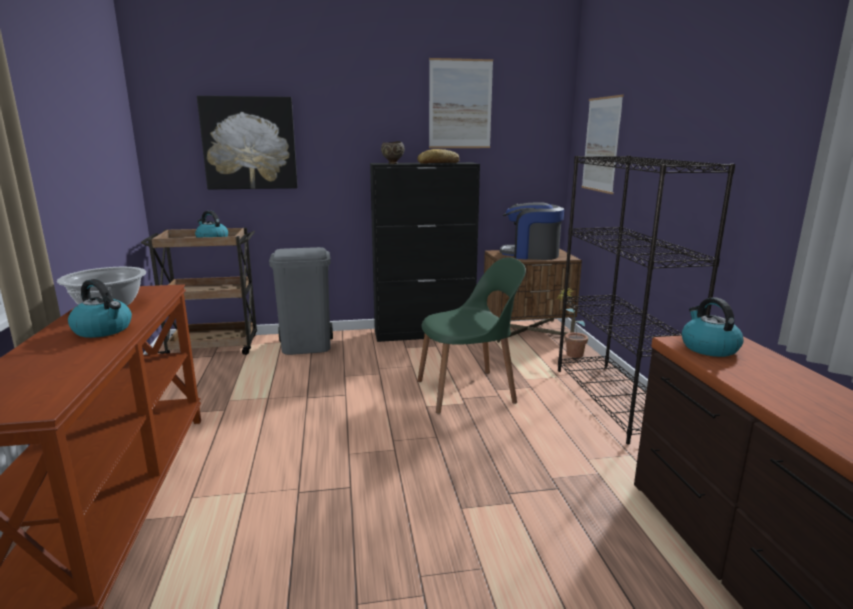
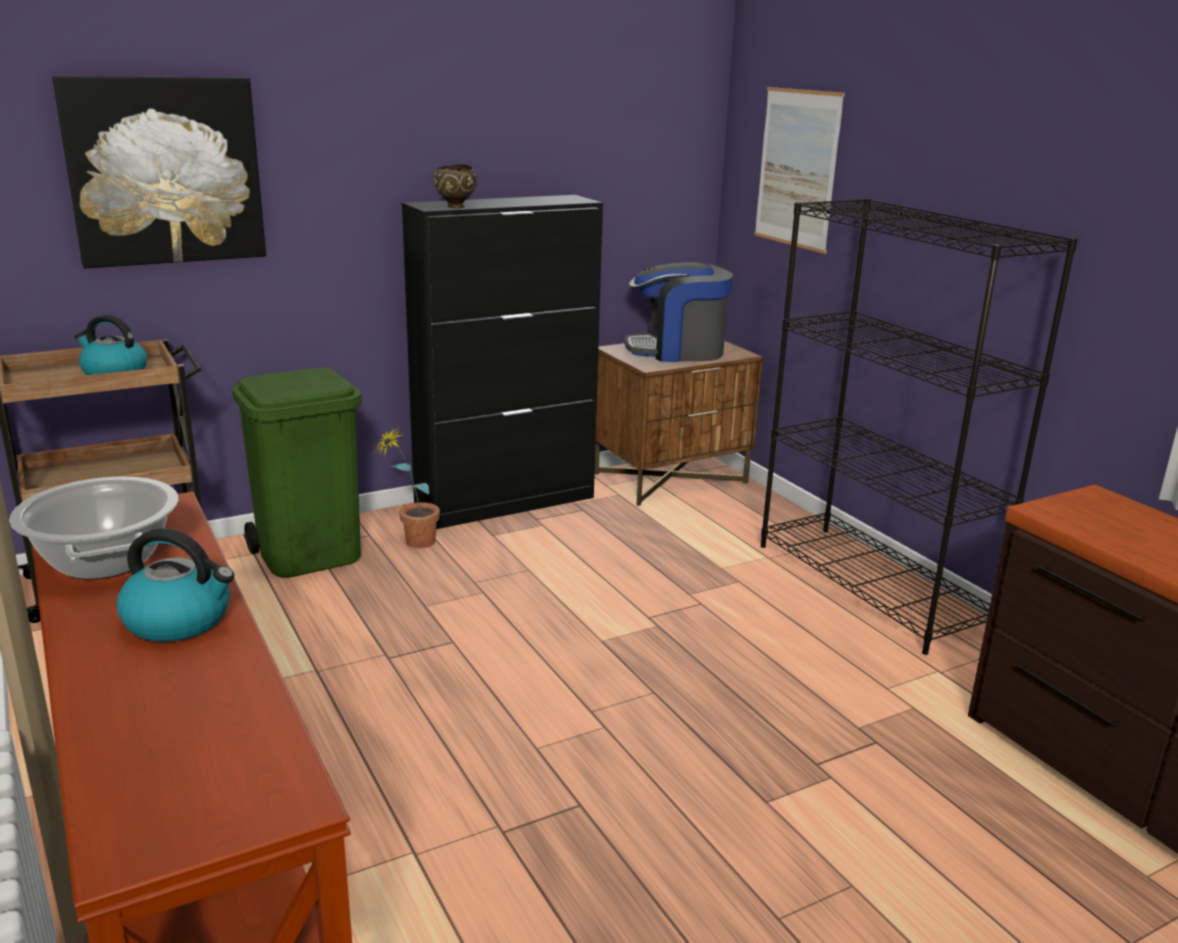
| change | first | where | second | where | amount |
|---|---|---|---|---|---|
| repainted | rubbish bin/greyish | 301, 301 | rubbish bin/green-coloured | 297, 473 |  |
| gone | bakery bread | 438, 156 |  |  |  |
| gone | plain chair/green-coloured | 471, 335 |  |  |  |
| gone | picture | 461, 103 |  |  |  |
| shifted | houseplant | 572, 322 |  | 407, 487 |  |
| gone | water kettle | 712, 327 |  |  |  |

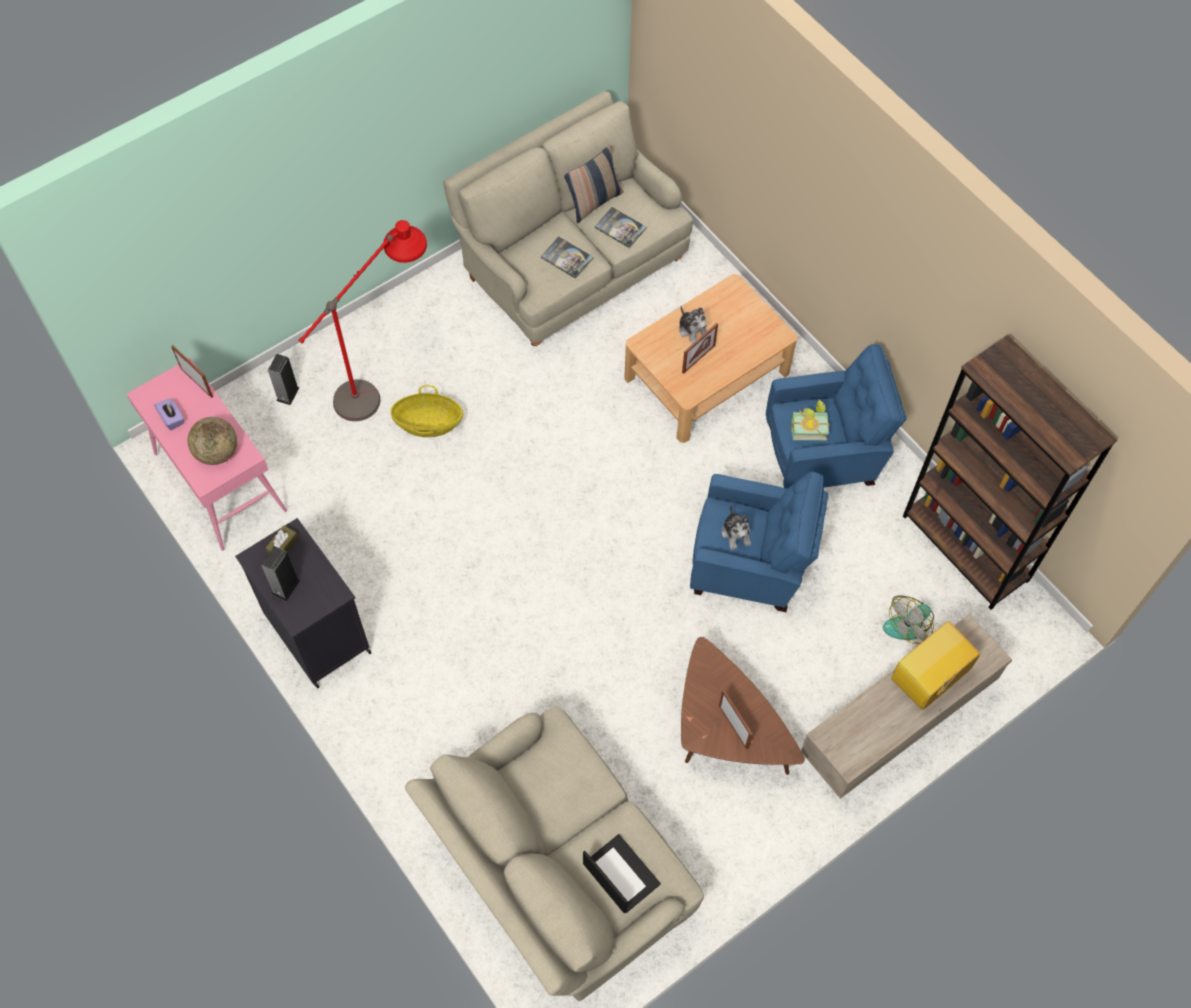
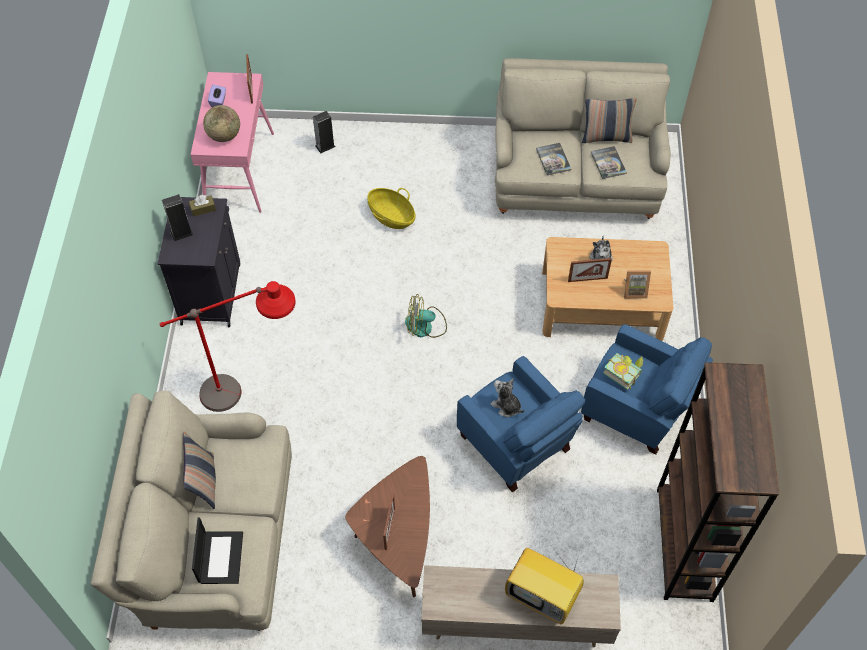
| change | first | where | second | where | amount |
|---|---|---|---|---|---|
| shifted | floor lamp/reddish | 362, 320 |  | 228, 346 |  |
| rotated | soft toy | 736, 527 |  | 507, 398 | 105 degrees clockwise |
| shifted | fan | 908, 620 |  | 426, 316 |  |
| rotated | TV | 935, 665 |  | 544, 583 | 150 degrees counterclockwise |
| new |  |  | pillow | 199, 470 |  |
| new |  |  | standing frame | 637, 285 |  |

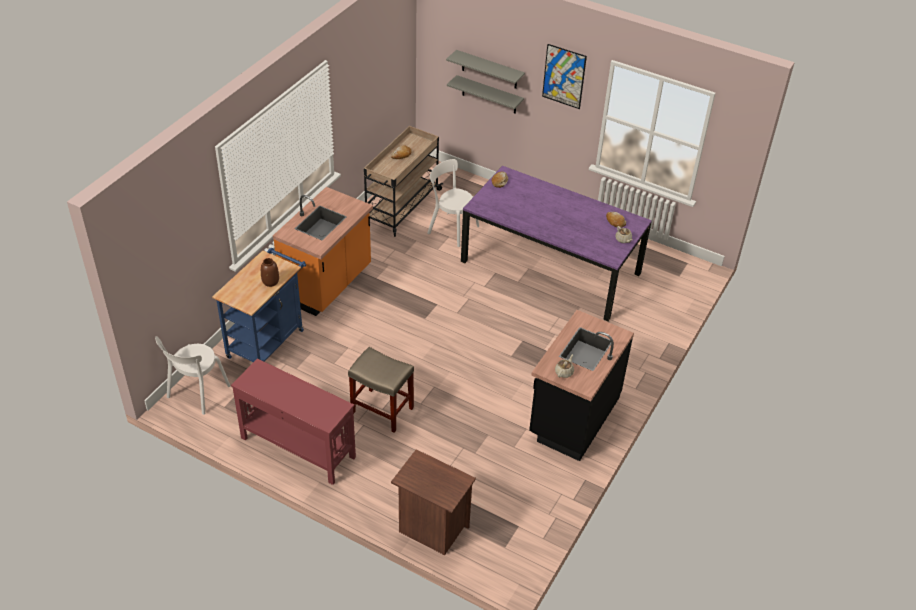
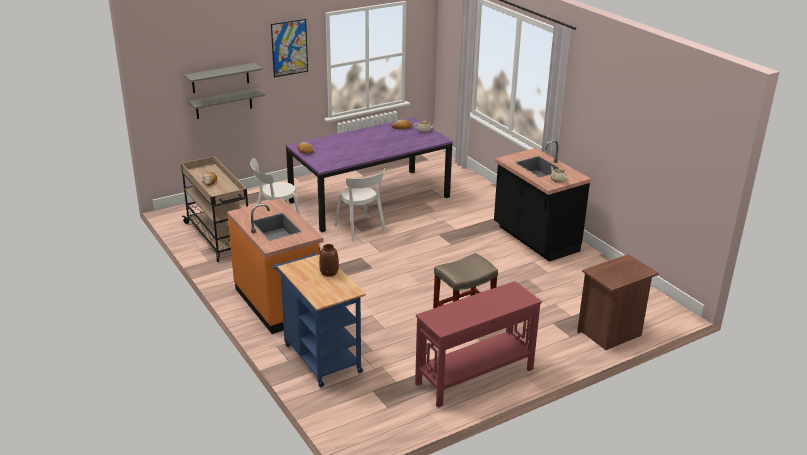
| change | first | where | second | where | amount |
|---|---|---|---|---|---|
| shifted | plain chair/white | 192, 375 |  | 360, 204 |  |

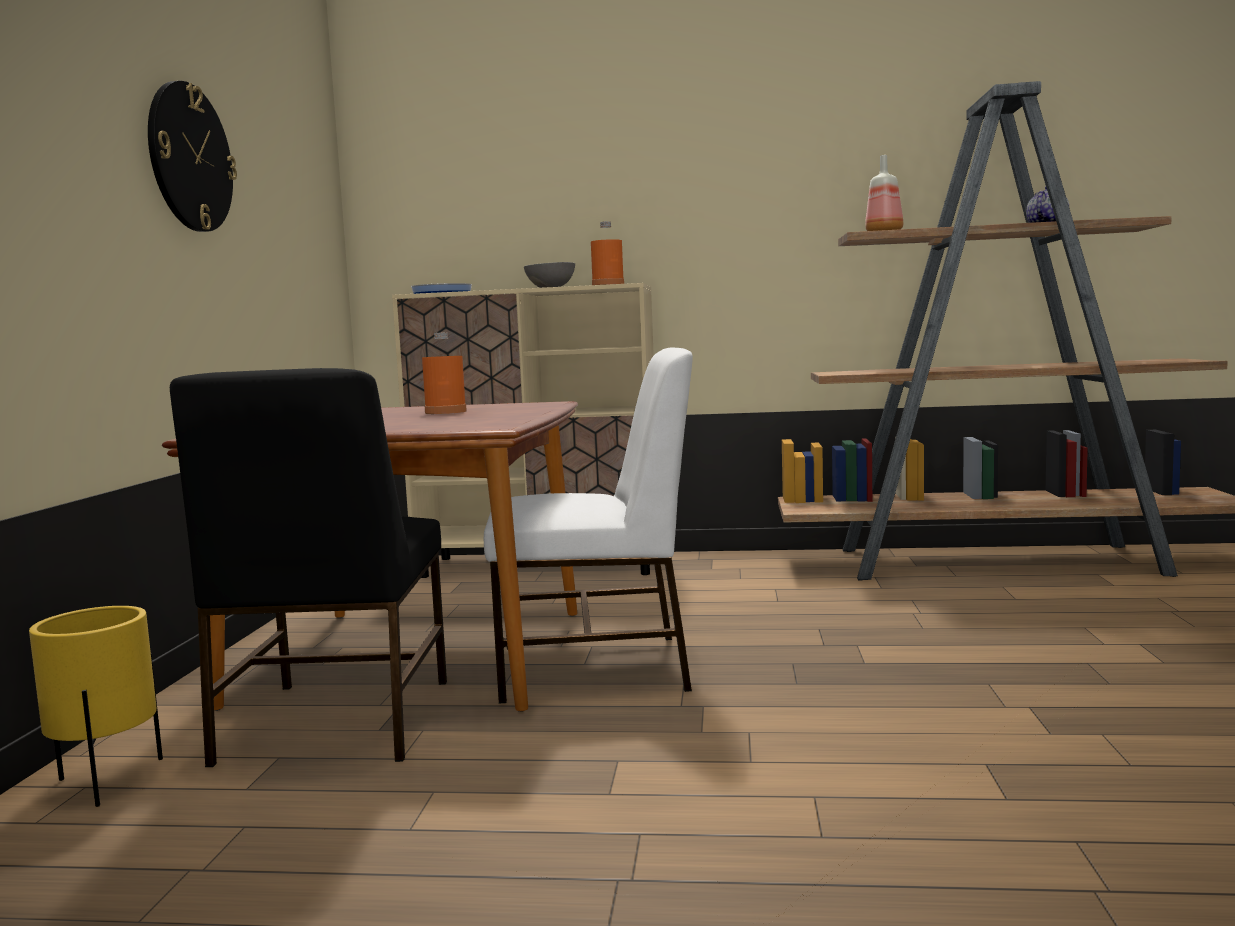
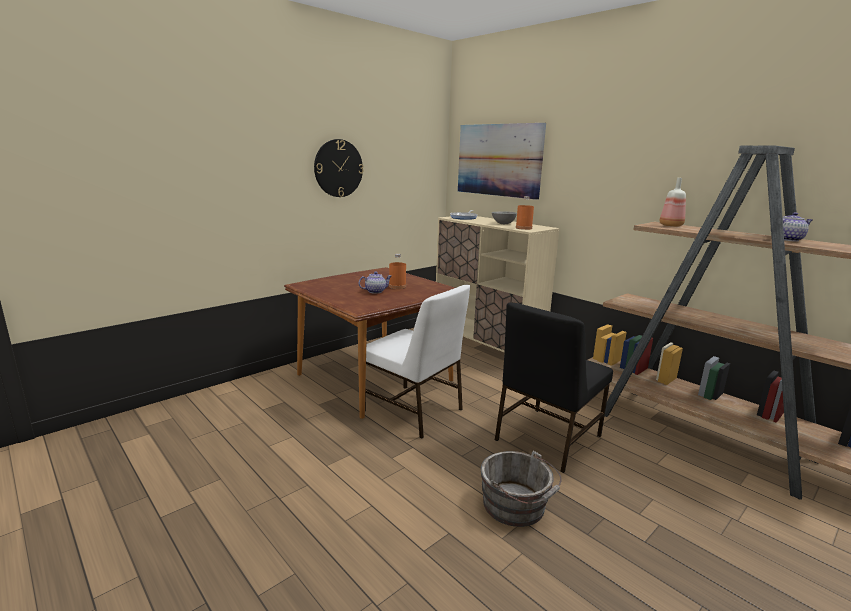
| change | first | where | second | where | amount |
|---|---|---|---|---|---|
| gone | plant pot/yellow | 96, 706 |  |  |  |
| shifted | plain chair/blackish | 308, 567 |  | 554, 387 |  |
| new |  |  | tea pot | 375, 282 |  |
| new |  |  | picture | 502, 161 |  |
| new |  |  | water bucket/greyish | 521, 489 |  |

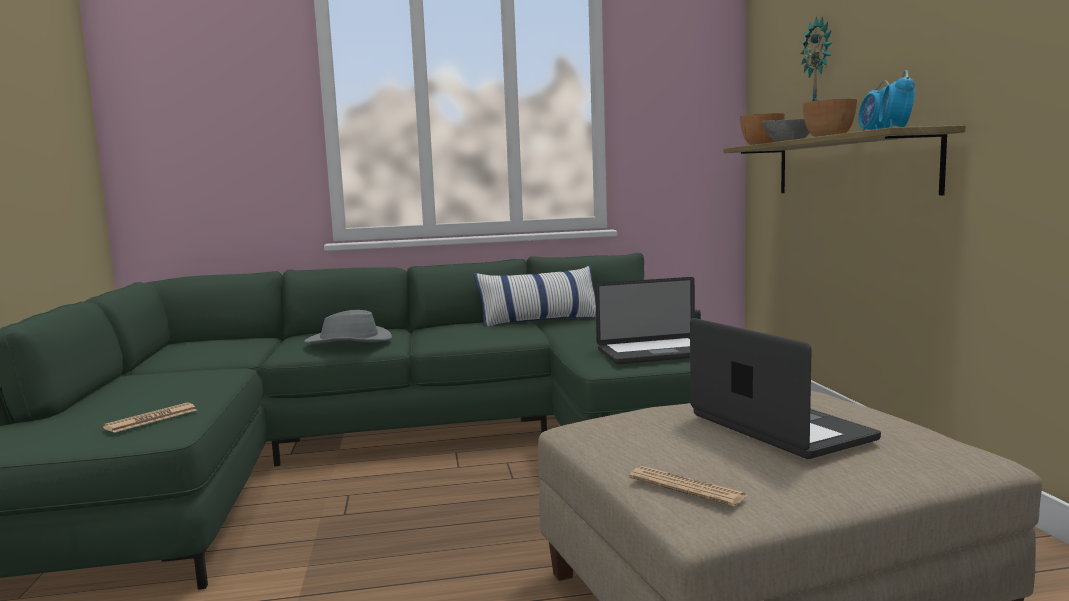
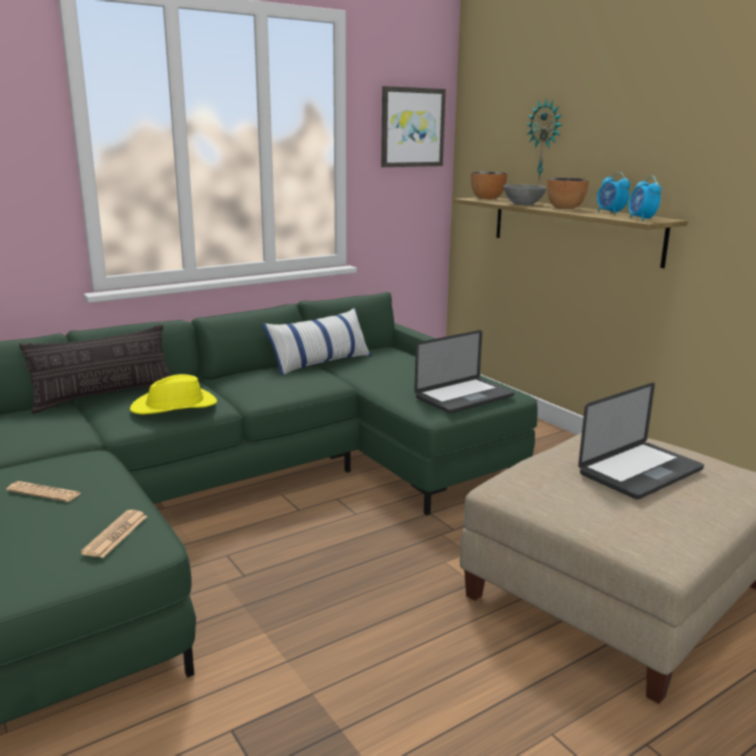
| change | first | where | second | where | amount |
|---|---|---|---|---|---|
| repainted | clothing hat/greyish | 348, 327 | clothing hat/yellow | 173, 394 |  |
| shifted | daily paper | 688, 486 |  | 43, 491 |  |
| rotated | portable computer | 785, 388 |  | 641, 441 | 105 degrees clockwise |
| new |  |  | pillow | 95, 369 |  |
| new |  |  | picture | 413, 126 |  |

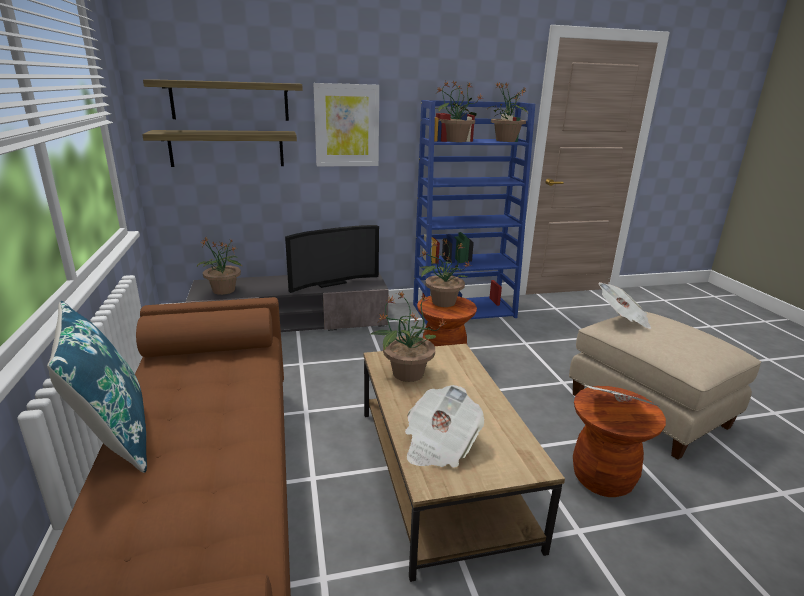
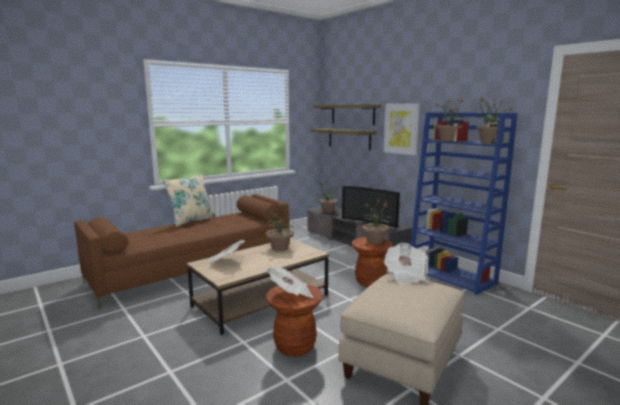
| change | first | where | second | where | amount |
|---|---|---|---|---|---|
| repainted | pillow/blue-coloured | 97, 387 | pillow/beige-coloured | 189, 200 |  |

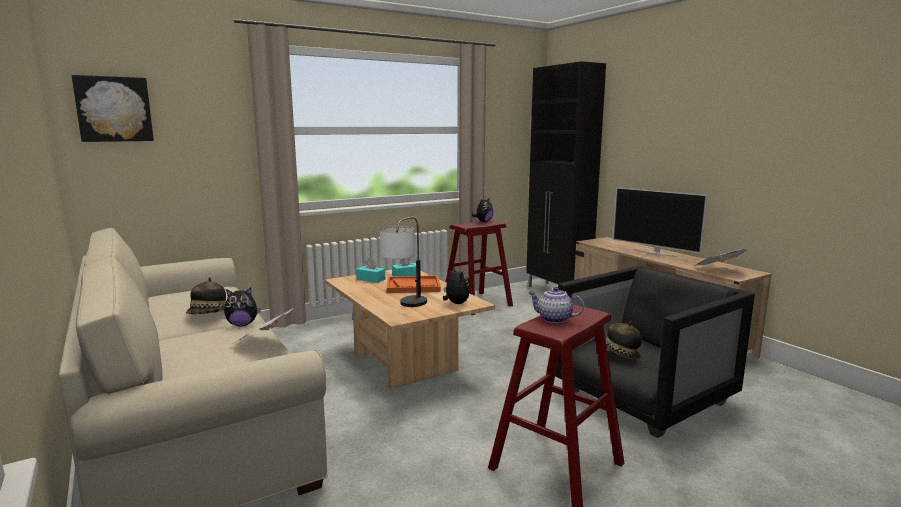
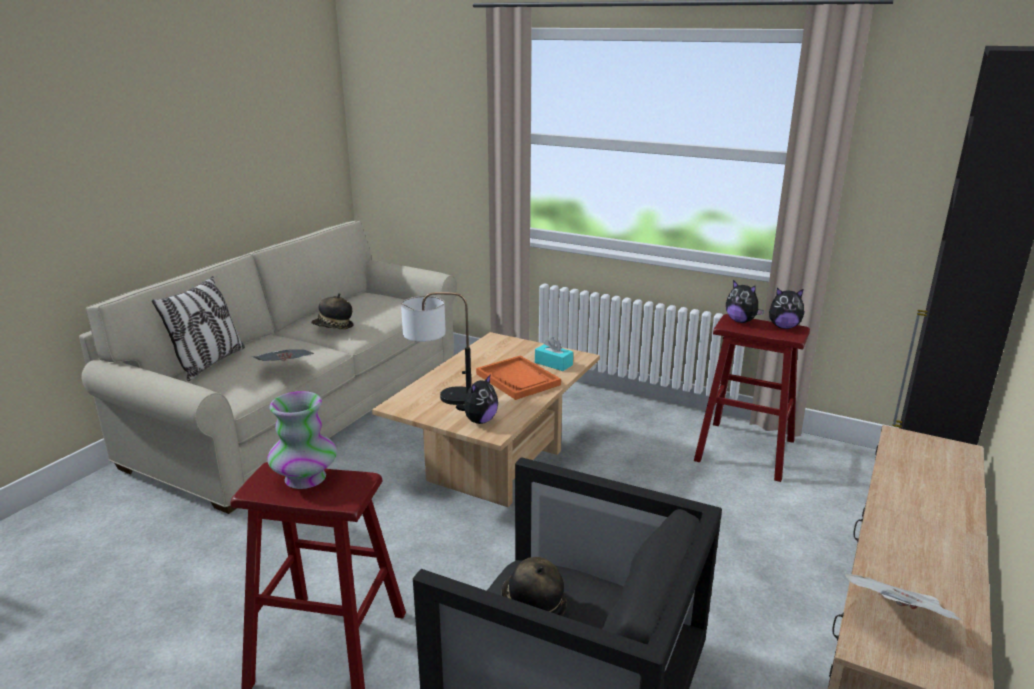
| change | first | where | second | where | amount |
|---|---|---|---|---|---|
| gone | picture | 113, 108 |  |  |  |
| shifted | soft toy | 242, 307 |  | 745, 301 |  |
| gone | tissue box/turquoise-coloured | 370, 270 |  |  |  |
| swapped | tea pot | 556, 305 | decorative vase | 302, 440 |  |
| gone | TV | 660, 222 |  |  |  |
| new |  |  | pillow | 198, 328 |  |

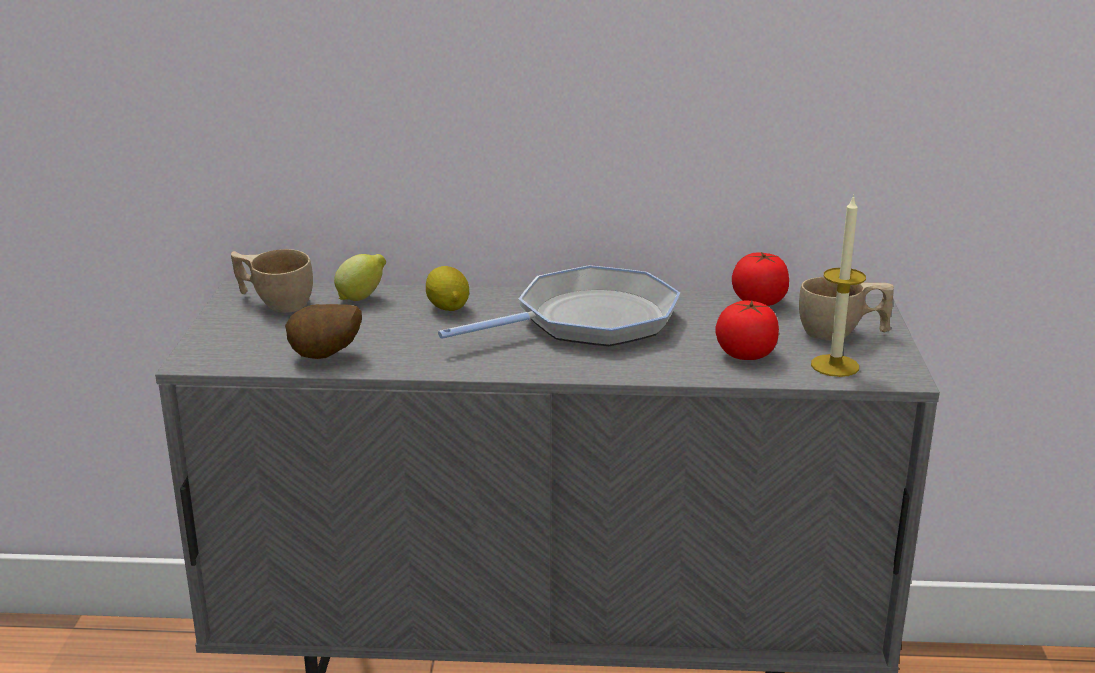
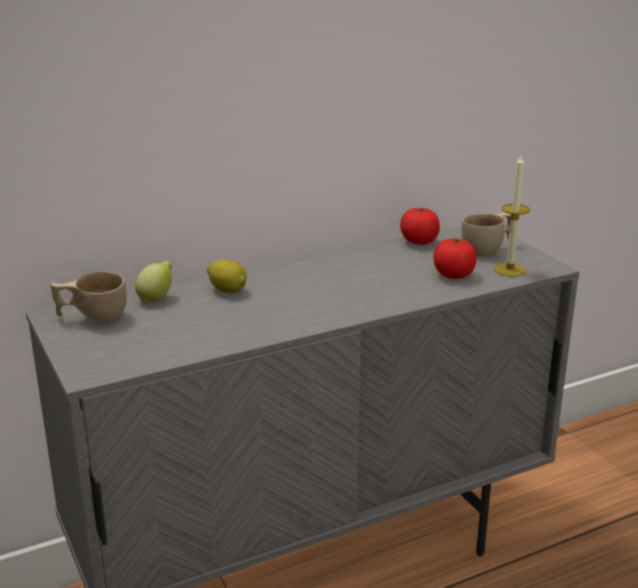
| change | first | where | second | where | amount |
|---|---|---|---|---|---|
| gone | spud | 323, 331 |  |  |  |
| gone | frying pan | 559, 305 |  |  |  |

